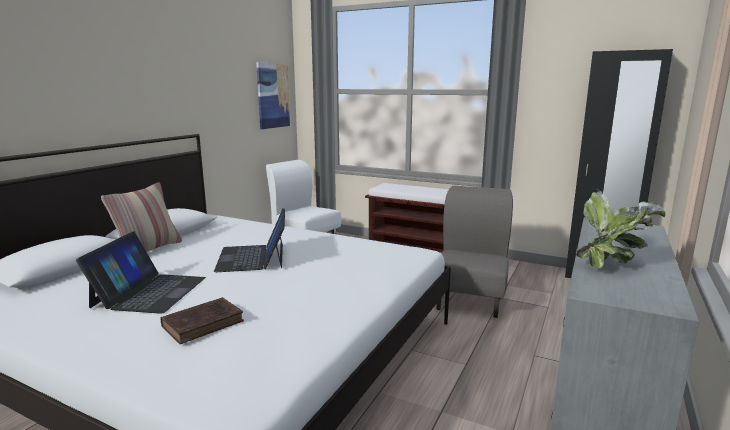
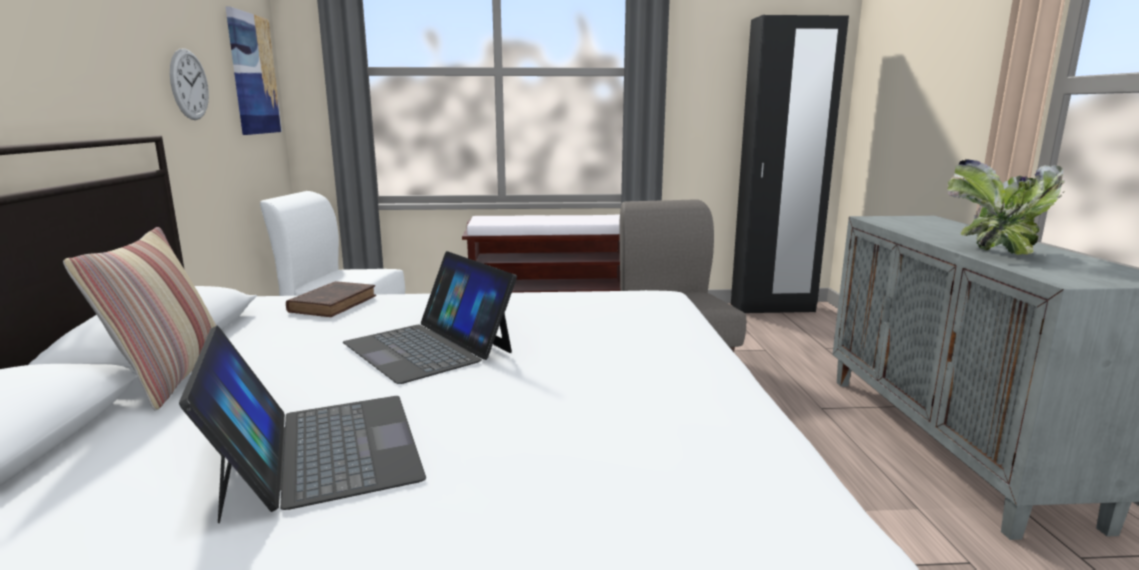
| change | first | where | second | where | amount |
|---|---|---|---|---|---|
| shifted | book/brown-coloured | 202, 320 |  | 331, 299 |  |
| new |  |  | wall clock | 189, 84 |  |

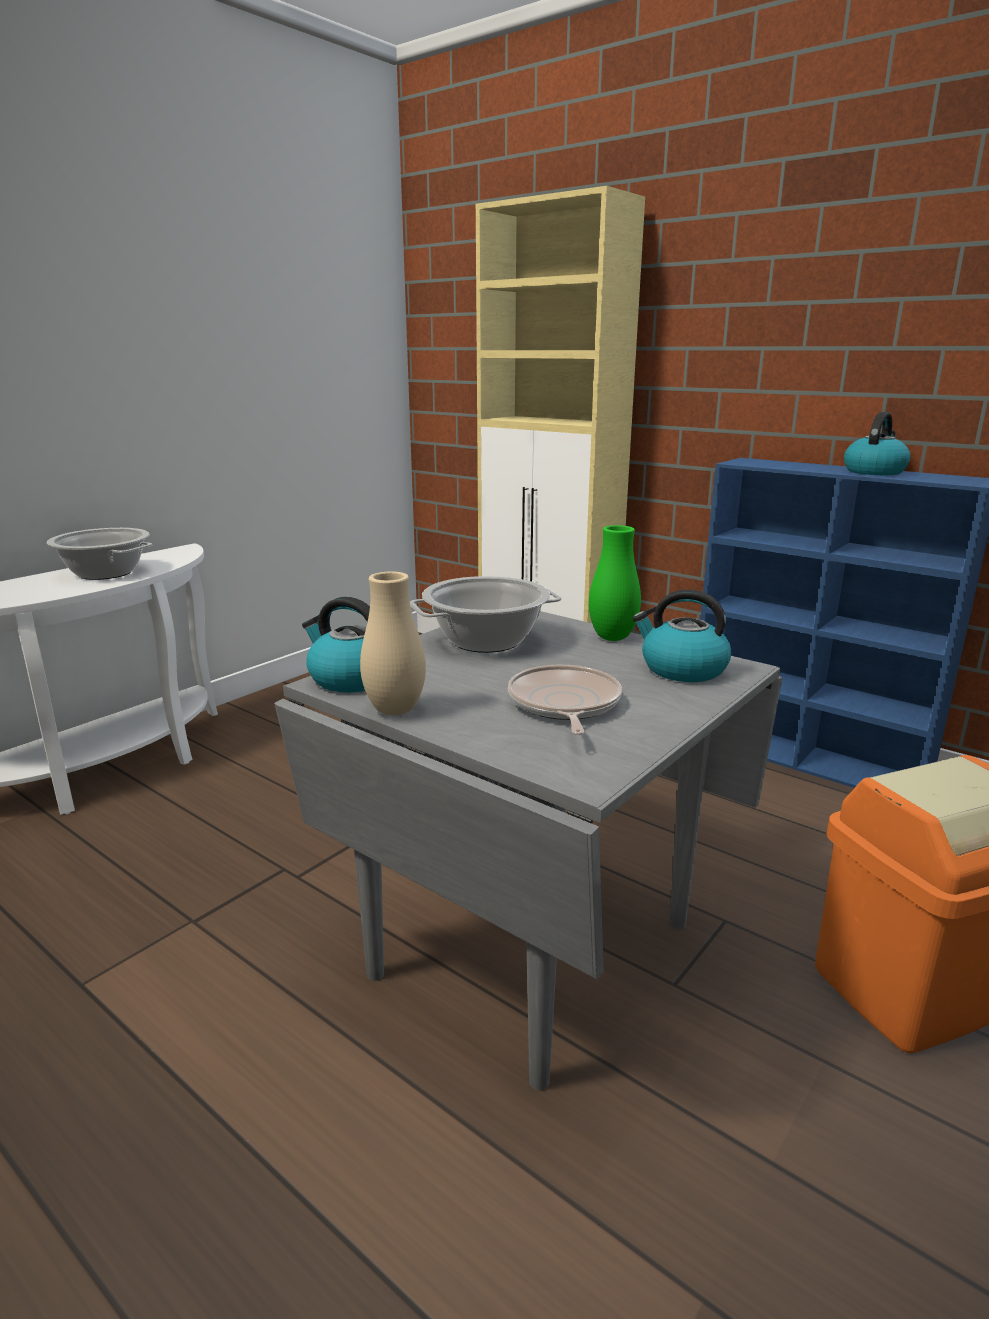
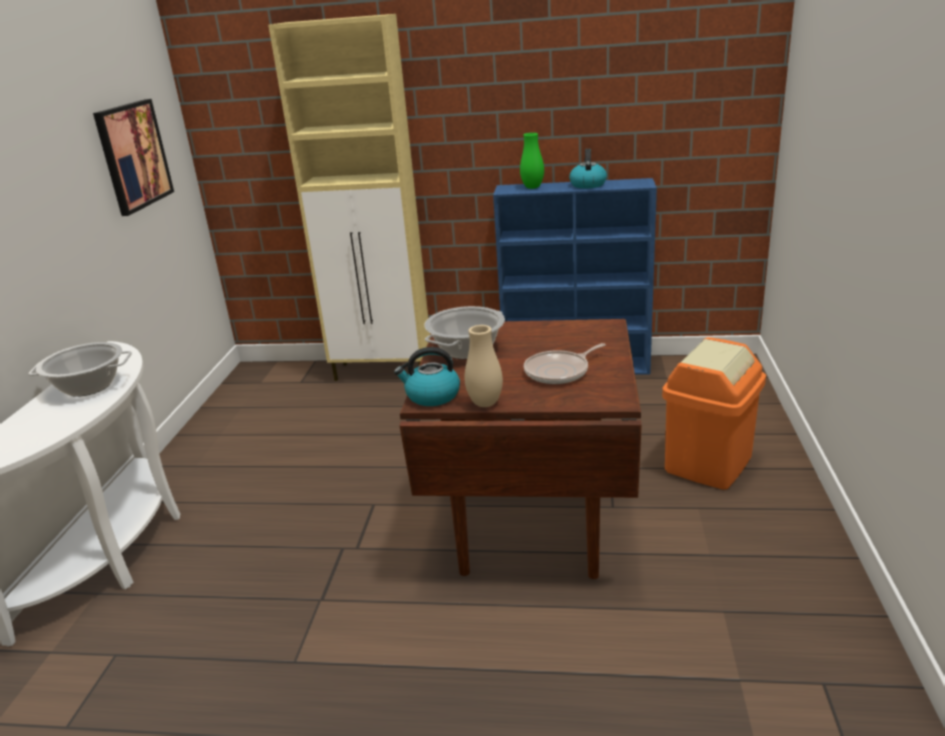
| change | first | where | second | where | amount |
|---|---|---|---|---|---|
| repainted | kitchen table/greyish | 528, 851 | kitchen table/brown-coloured | 520, 449 |  |
| rotated | frying pan | 565, 700 |  | 565, 363 | 90 degrees counterclockwise |
| shifted | decorative vase/green-coloured | 615, 583 |  | 532, 161 |  |
| gone | water kettle | 681, 635 |  |  |  |
| new |  |  | picture | 133, 157 |  |

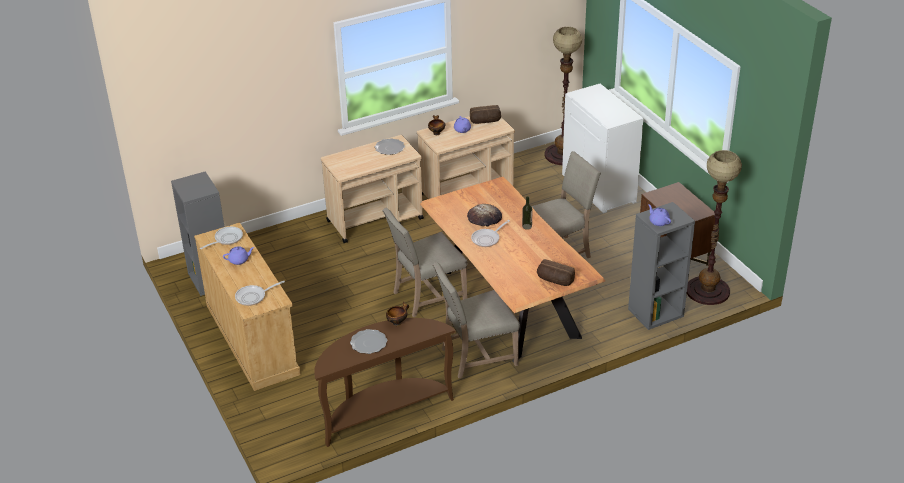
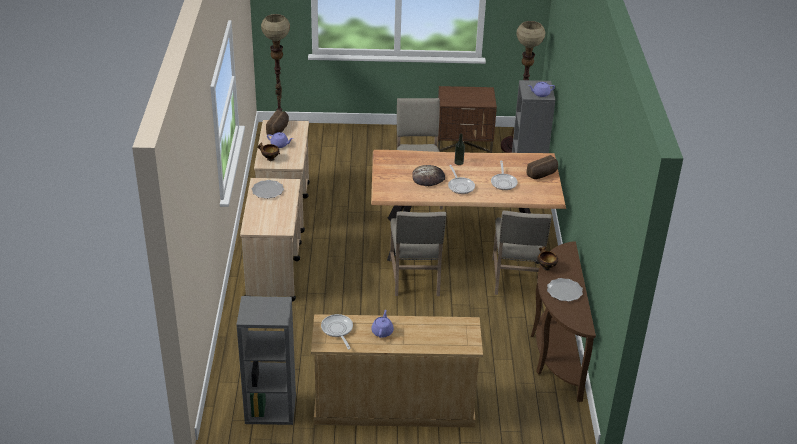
| change | first | where | second | where | amount |
|---|---|---|---|---|---|
| shifted | frying pan | 260, 293 |  | 504, 175 |  |
| gone | cabinet/white | 603, 148 |  |  |  |

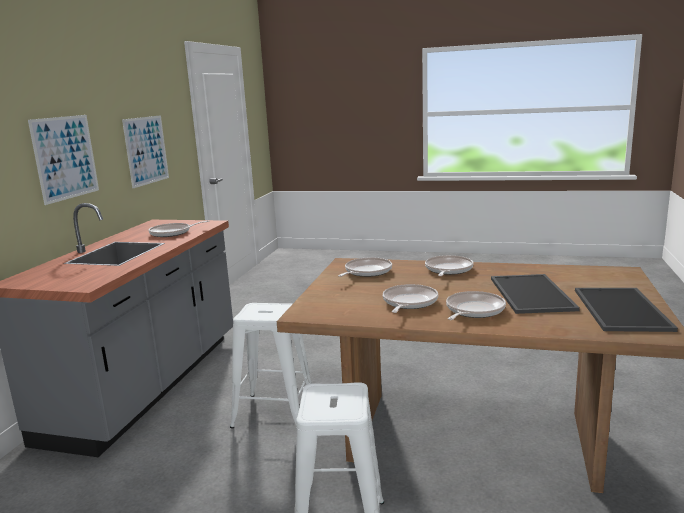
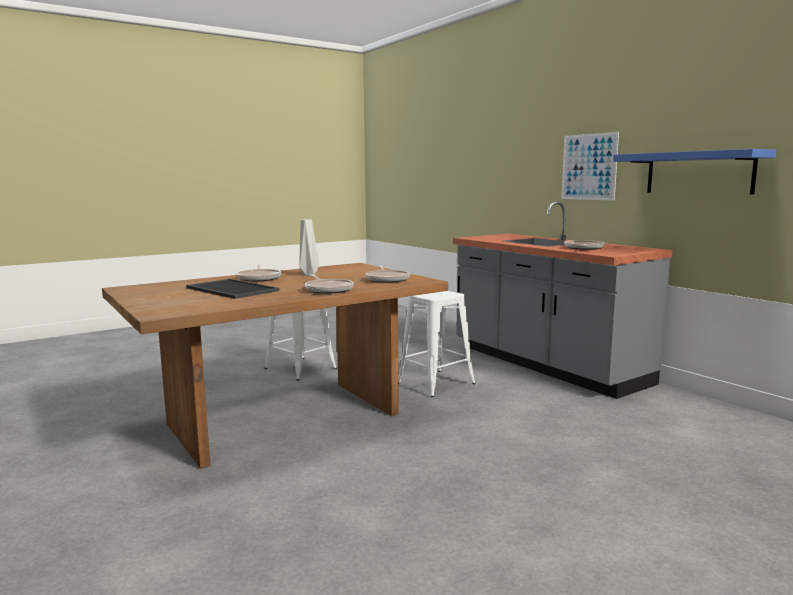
| change | first | where | second | where | amount |
|---|---|---|---|---|---|
| swapped | picture | 145, 151 | bracket shelf/blue-coloured | 694, 172 |  |
| swapped | frying pan | 410, 298 | decorative vase/greyish | 309, 247 |  |
| gone | tray | 626, 310 |  |  |  |

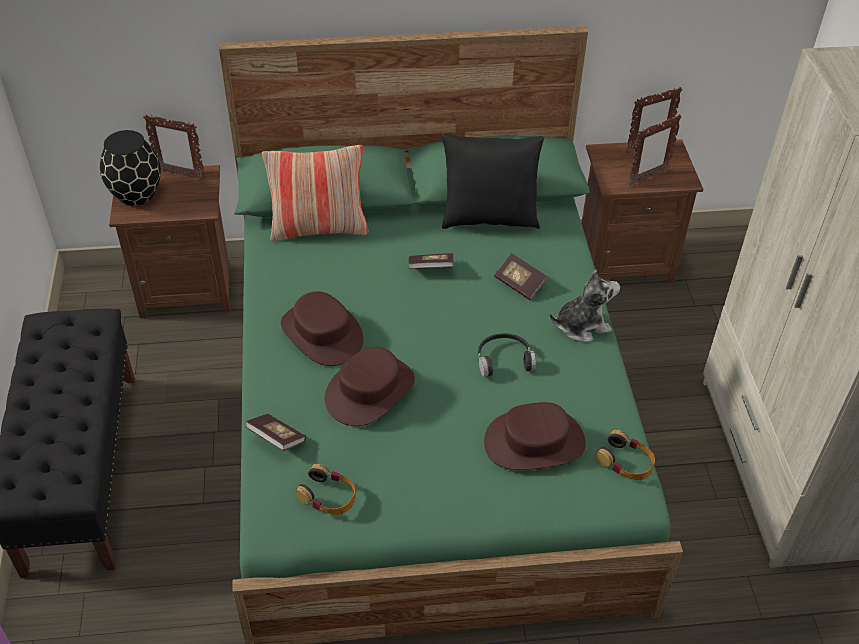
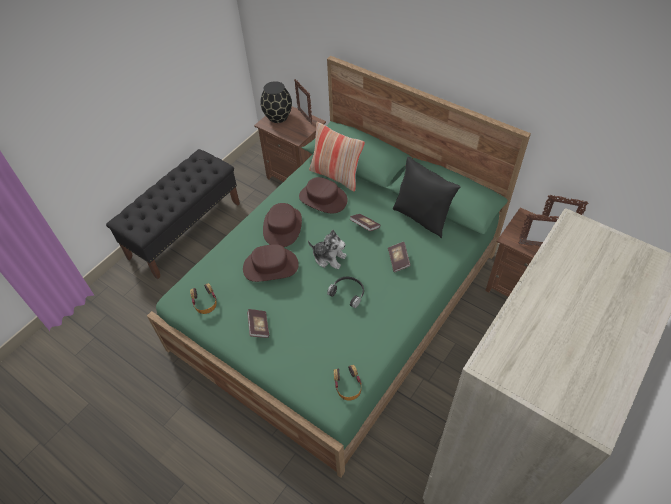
| change | first | where | second | where | amount |
|---|---|---|---|---|---|
| shifted | book | 275, 432 |  | 258, 323 |  |
| shifted | clothing hat/brown-coloured | 535, 436 |  | 323, 195 |  |
| shifted | soft toy | 584, 305 |  | 327, 249 |  |

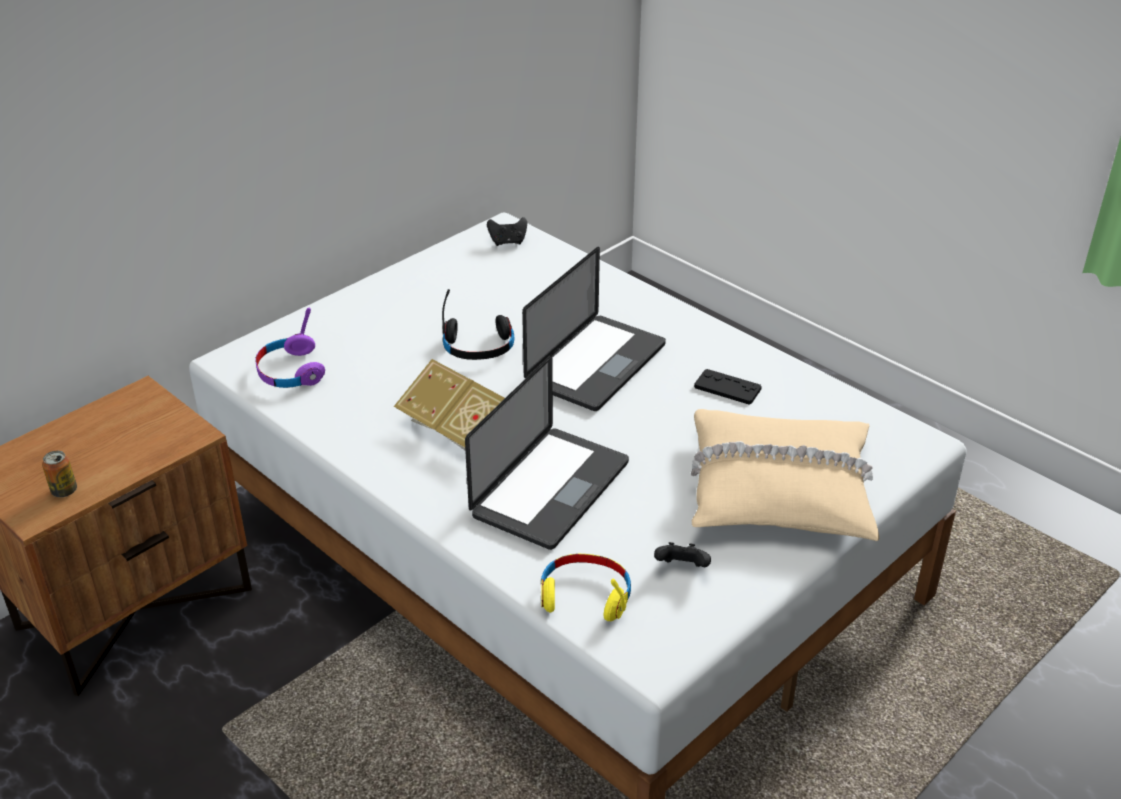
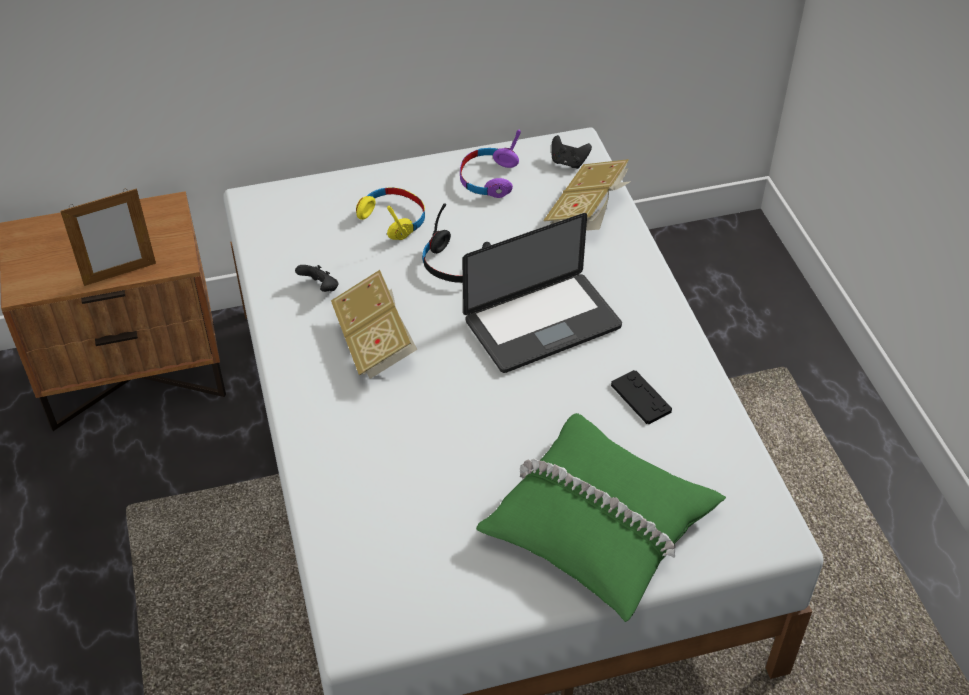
| change | first | where | second | where | amount |
|---|---|---|---|---|---|
| gone | sealed can | 59, 474 |  |  |  |
| shifted | pair of headphones/purple | 290, 348 |  | 490, 164 |  |
| gone | portable computer | 547, 453 |  |  |  |
| shifted | pair of headphones/yellow | 586, 588 |  | 390, 213 |  |
| shifted | joypad/blackish | 682, 554 |  | 317, 278 |  |
| repainted | pillow/beige-coloured | 785, 475 | pillow/green-coloured | 601, 517 |  |
| new |  |  | standing frame | 108, 237 |  |
| new |  |  | book | 587, 195 |  |

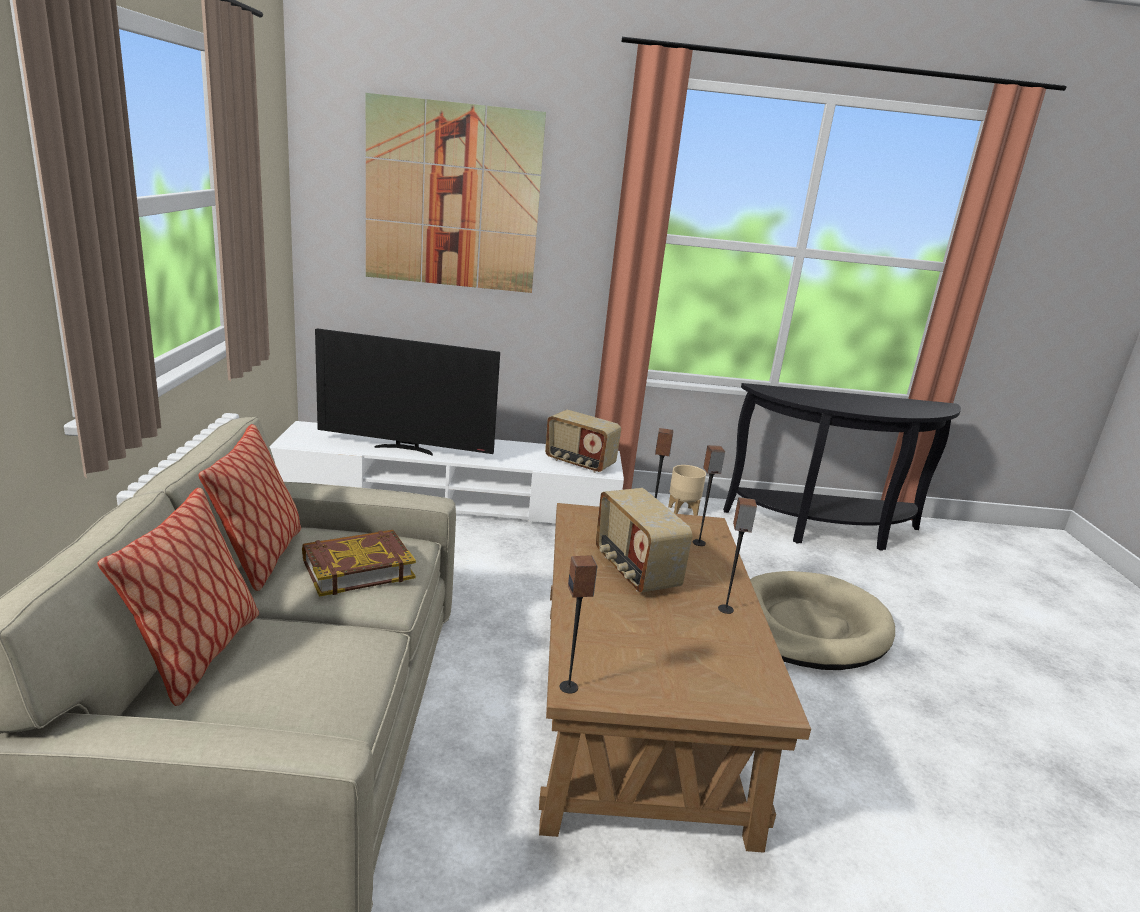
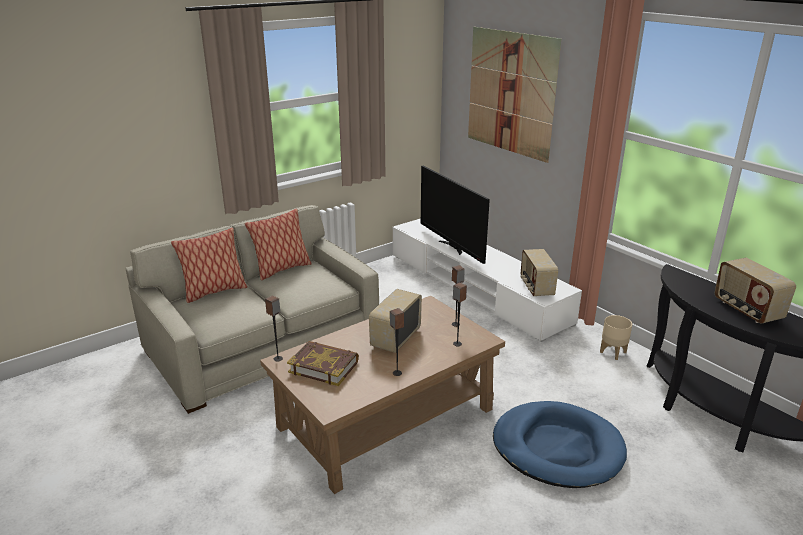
| change | first | where | second | where | amount |
|---|---|---|---|---|---|
| shifted | book | 359, 563 |  | 323, 363 |  |
| repainted | pet bed/beige-coloured | 822, 620 | pet bed/blue-coloured | 560, 444 |  |
| new |  |  | radio set | 755, 291 |  |

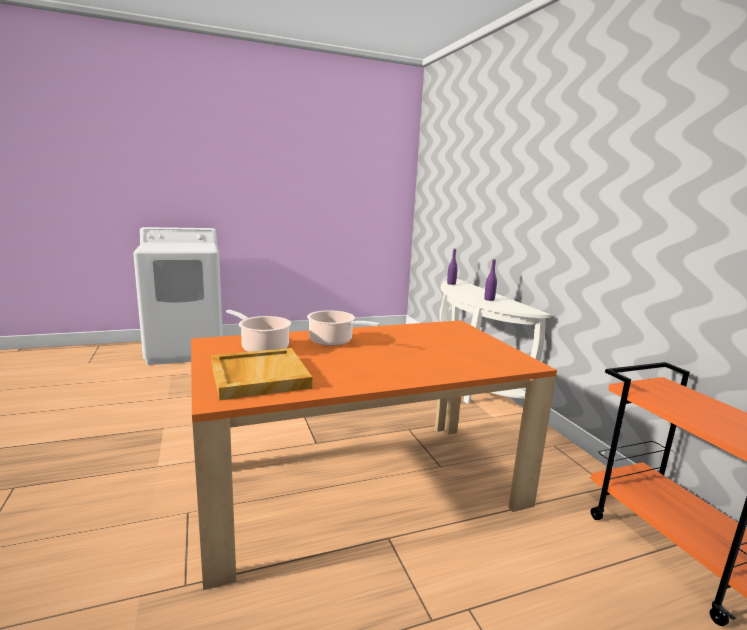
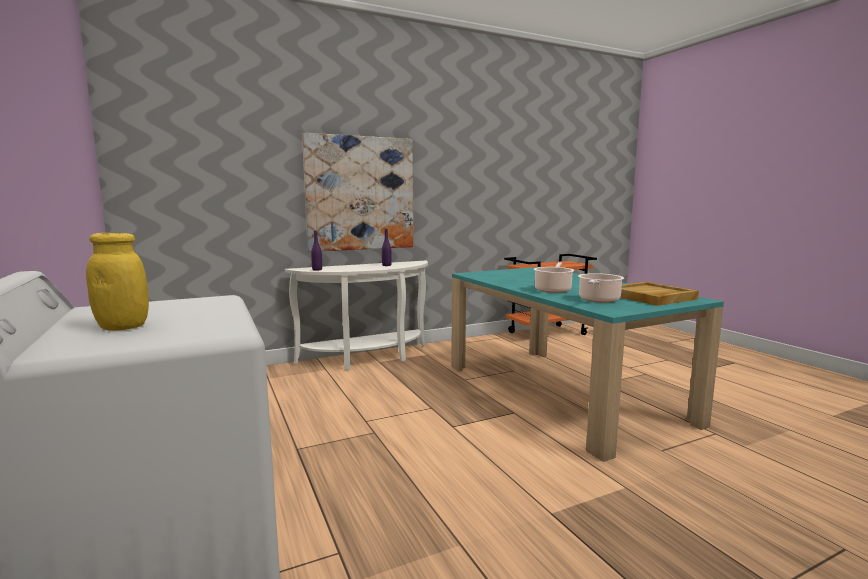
| change | first | where | second | where | amount |
|---|---|---|---|---|---|
| repainted | kitchen table/orange | 374, 455 | kitchen table/turquoise-coloured | 587, 364 |  |
| new |  |  | jar/yellow | 117, 281 |  |
| new |  |  | picture | 358, 192 |  |

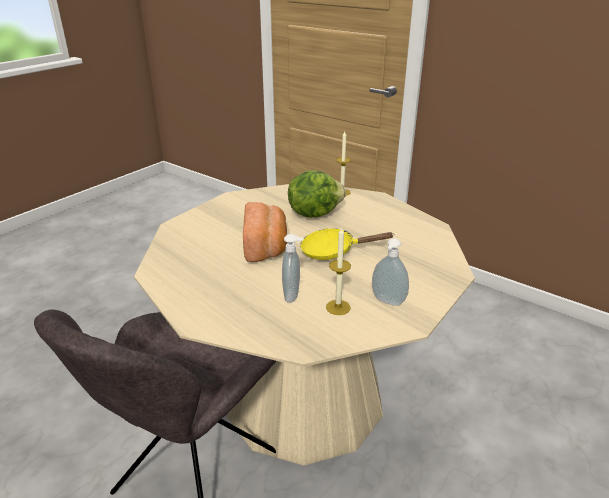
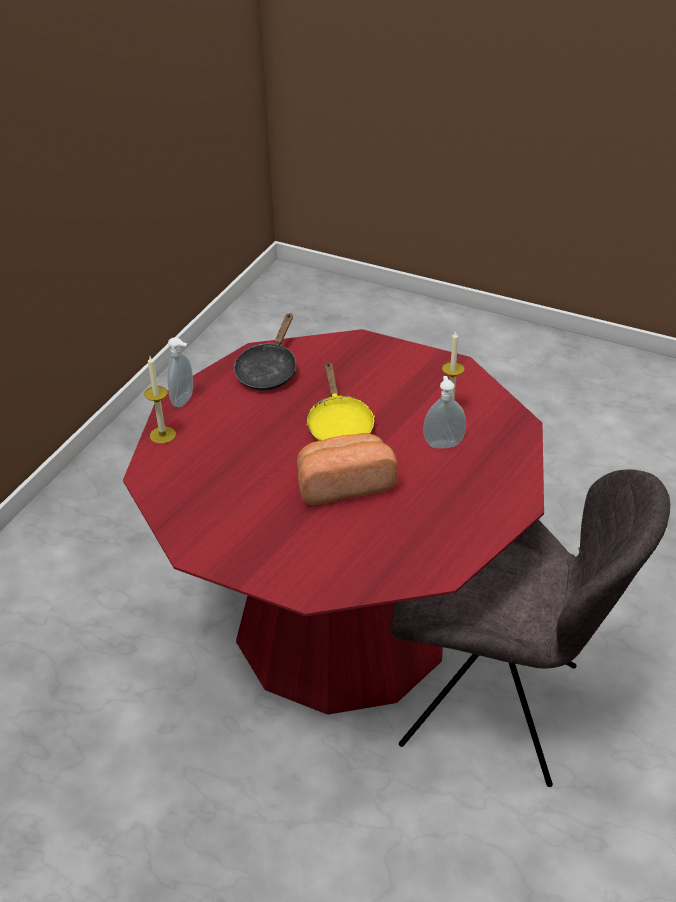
| change | first | where | second | where | amount |
|---|---|---|---|---|---|
| repainted | kitchen table/beige-coloured | 304, 325 | kitchen table/reddish | 333, 522 |  |
| gone | head of lettuce | 317, 194 |  |  |  |
| shifted | soap dispenser | 390, 272 |  | 180, 372 |  |
| new |  |  | frying pan/blackish | 265, 352 |  |

